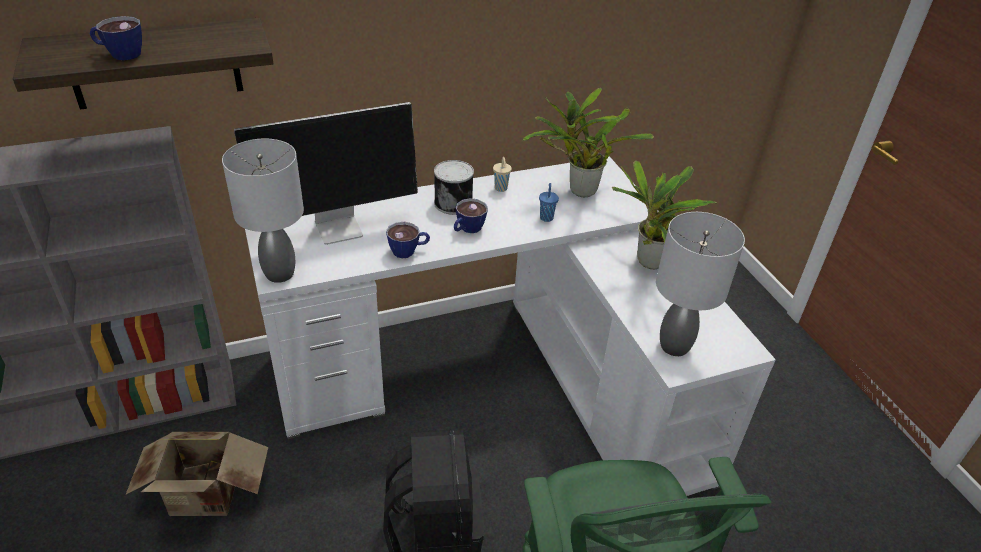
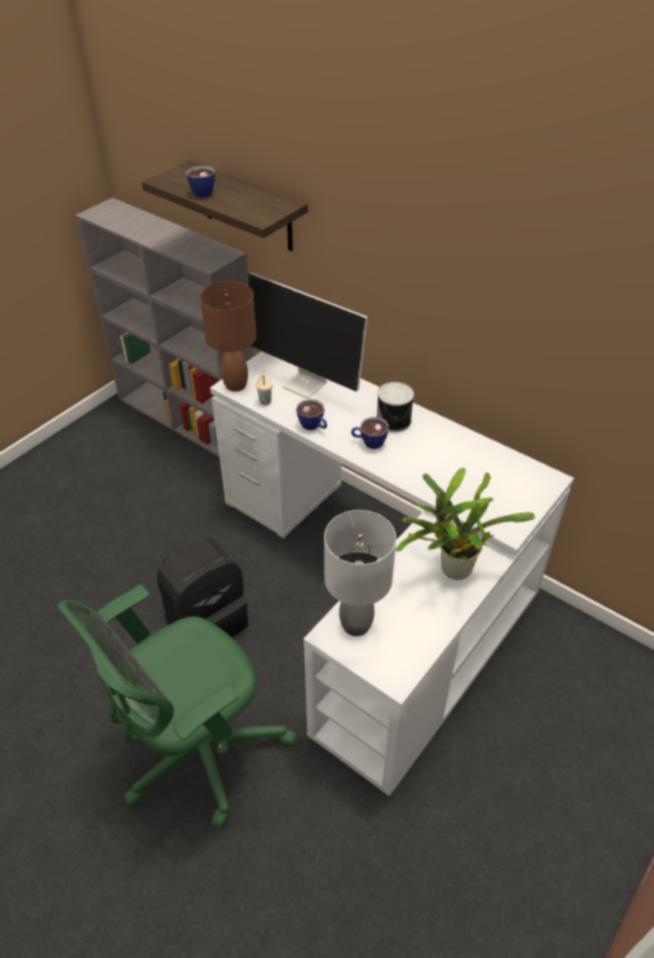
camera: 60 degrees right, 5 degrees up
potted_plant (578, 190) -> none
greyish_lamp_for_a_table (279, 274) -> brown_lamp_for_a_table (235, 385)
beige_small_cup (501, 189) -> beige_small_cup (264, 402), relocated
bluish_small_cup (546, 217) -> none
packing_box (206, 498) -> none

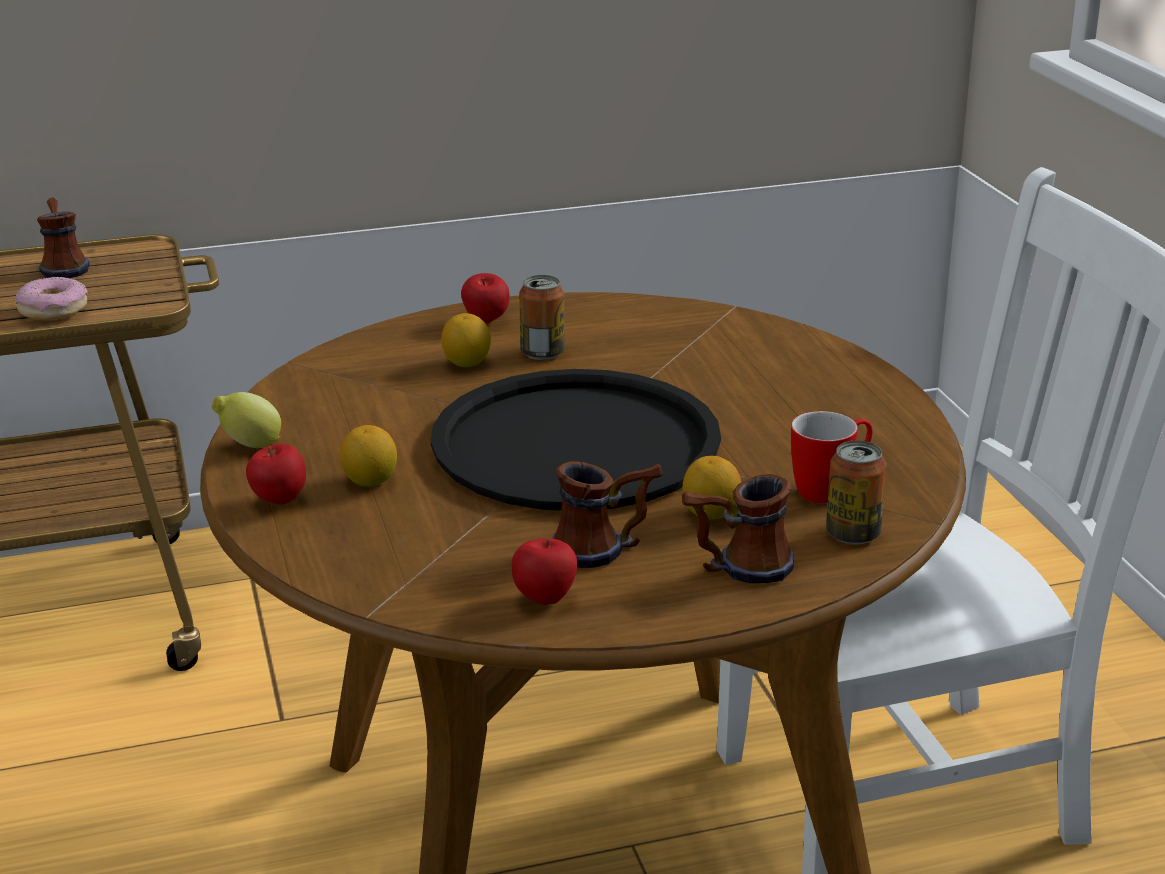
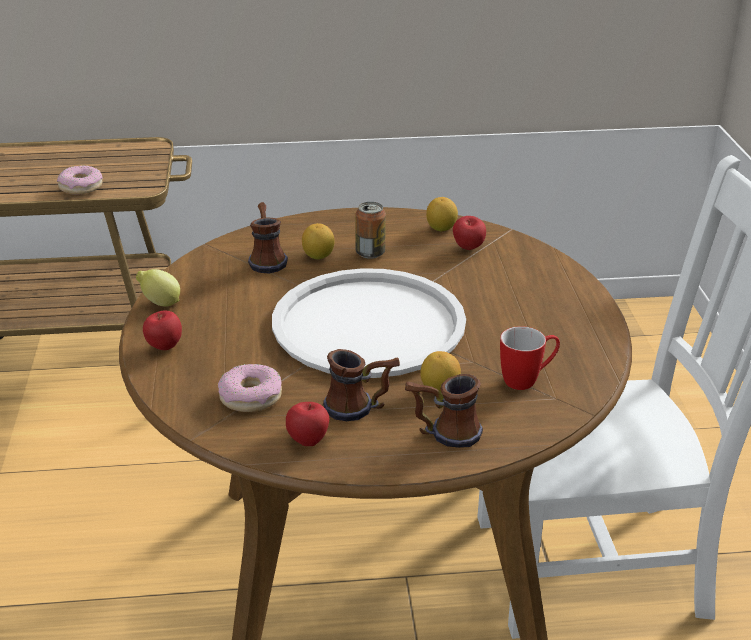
camera: 10 degrees right, 5 degrees up
coffee_mug (64, 266) -> coffee_mug (267, 259), relocated
whole_apple (486, 322) -> whole_apple (468, 249), relocated
black_tray (576, 443) -> white-coloured_tray (369, 324)
whole_lemon (370, 481) -> whole_lemon (441, 228), relocated
metal_can (853, 534) -> none
none -> doughnut (251, 396)

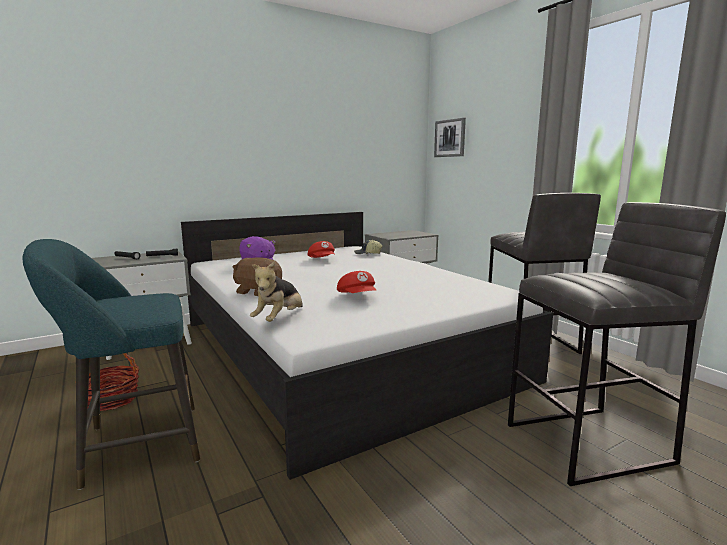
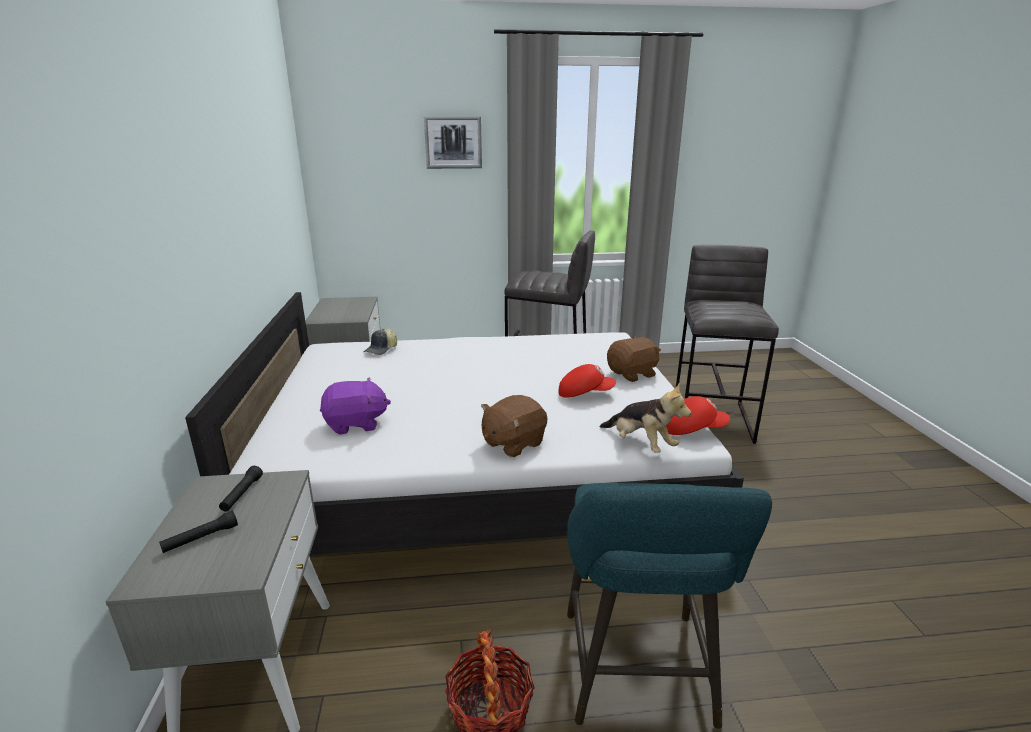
camera: 65 degrees left, 10 degrees up
wall_picture (450, 138) -> wall_picture (453, 142), relocated
reddish_peaked_cap (322, 260) -> reddish_peaked_cap (692, 429), relocated
none -> brown_cuddly_toy (632, 374)

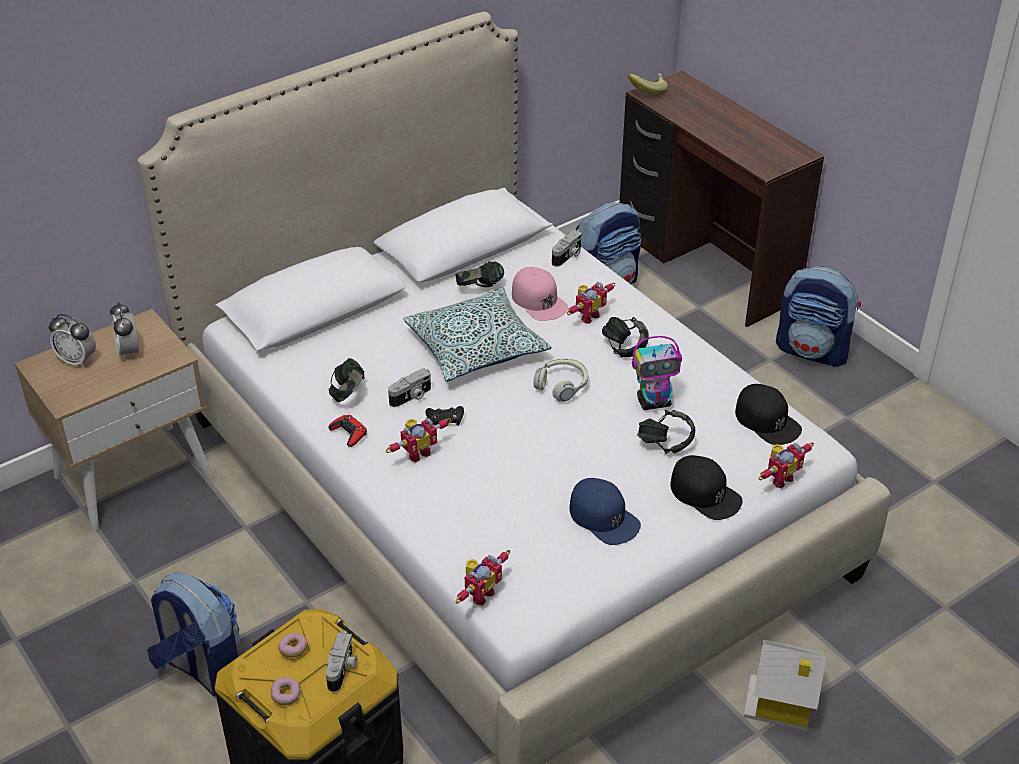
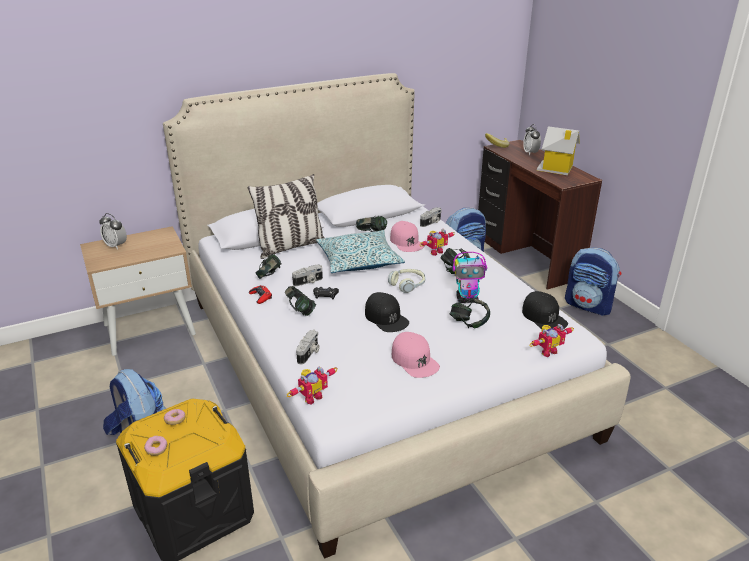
camera: 10 degrees right, 10 degrees down
bedside_clock (129, 351) -> bedside_clock (530, 153), relocated
model_robot (417, 452) -> pair_of_headphones (300, 311)
black_peaked_cap (705, 493) -> black_peaked_cap (386, 317), relocated
bluish_peaked_cap (604, 517) -> pink_peaked_cap (414, 360)
photo_camera (343, 669) -> photo_camera (309, 353), relocated
toy_house (781, 705) -> toy_house (556, 169), relocated
none -> cushion (290, 247)

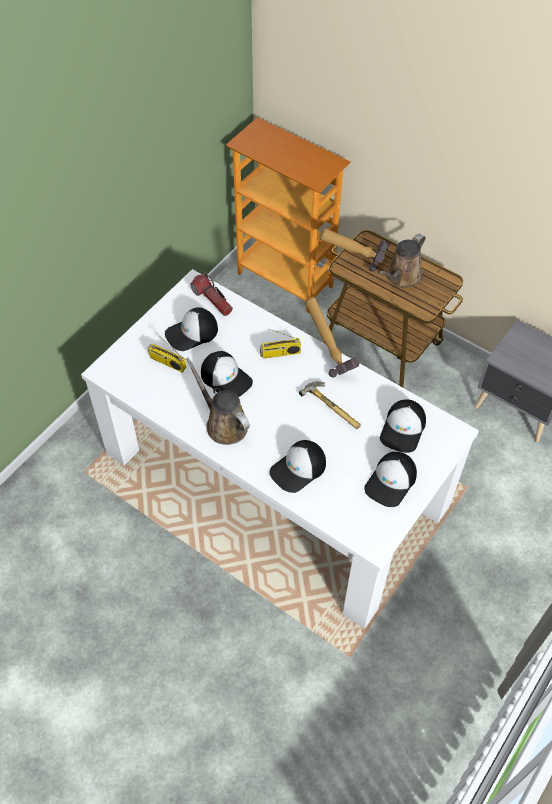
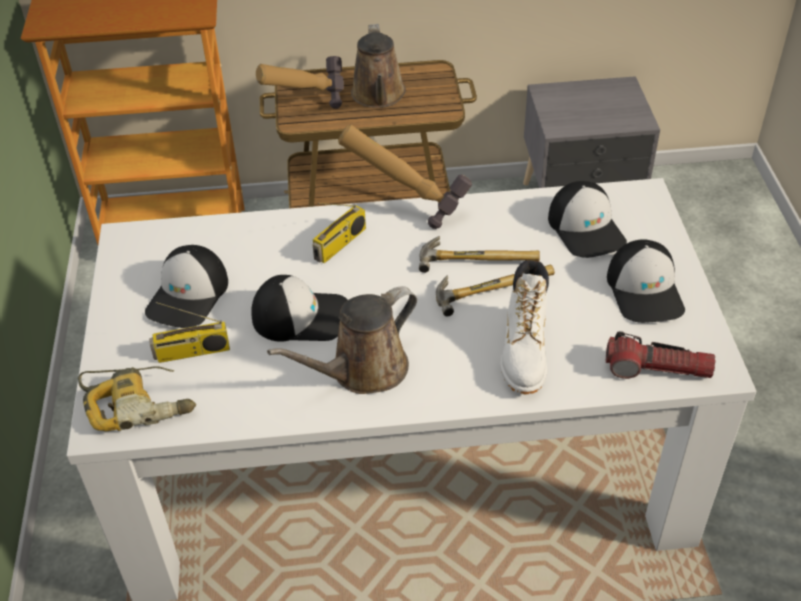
camera: 40 degrees left, 10 degrees down
torch (212, 300) -> torch (657, 369), relocated
brown_watering_pot (223, 423) -> brown_watering_pot (363, 370), 45 degrees counterclockwise
peaked_cap (298, 469) -> white-coloured_tall_boot (524, 354)
none -> tool_hammer (491, 286)
none -> power_drill (139, 403)

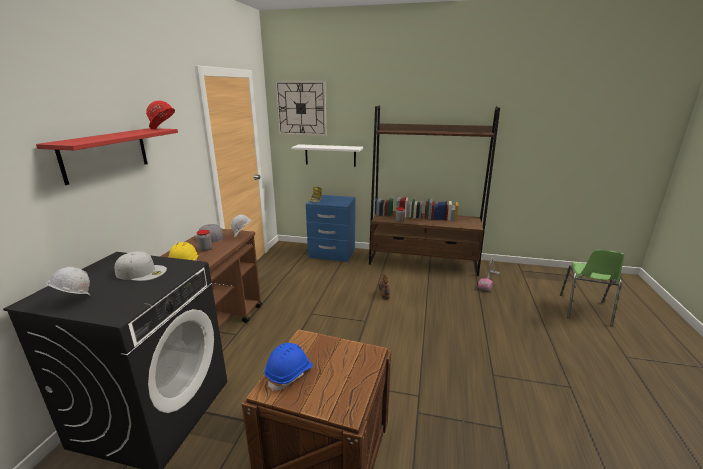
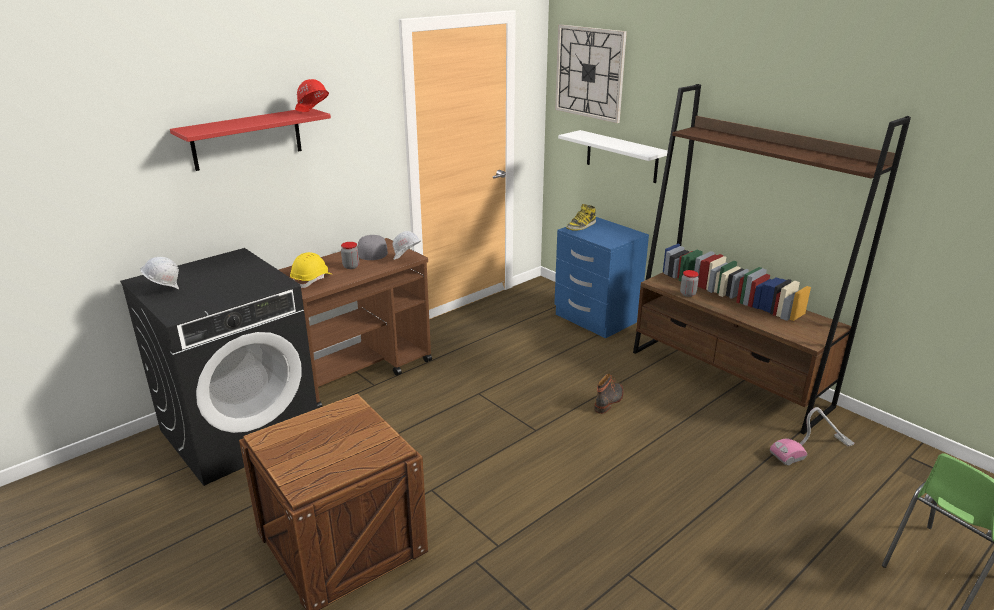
camera: 35 degrees right, 5 degrees up
white-coloured_peaked_cap (142, 272) -> none
bluish_safety_helmet (289, 374) -> none

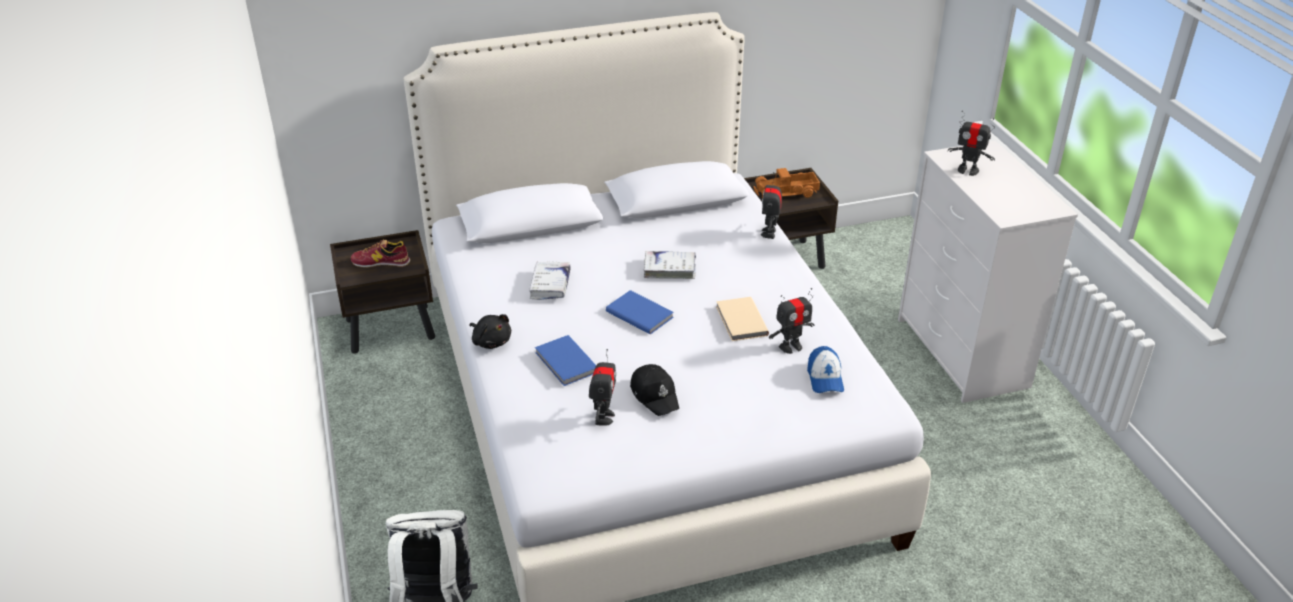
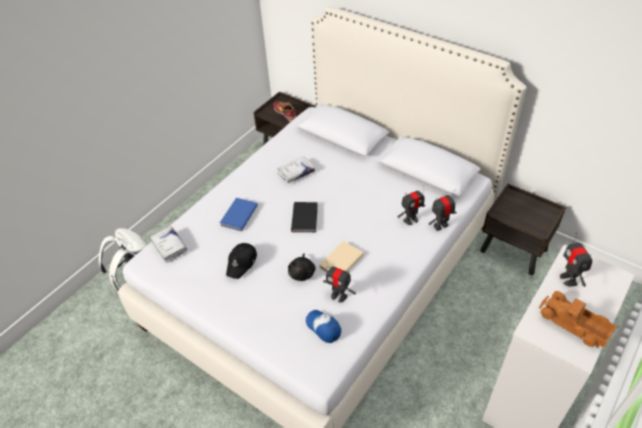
camera: 55 degrees right, 10 degrees up
toy_truck (786, 193) -> toy_truck (573, 324), relocated
white-coloured_volume (670, 269) -> white-coloured_volume (169, 247), relocated
bluish_volume (640, 313) -> black_volume (305, 218)
black_cuddly_toy (491, 341) -> black_cuddly_toy (302, 273), relocated
peaked_cap (825, 378) -> peaked_cap (323, 328), 90 degrees clockwise
model_robot (603, 417) -> model_robot (410, 220), relocated

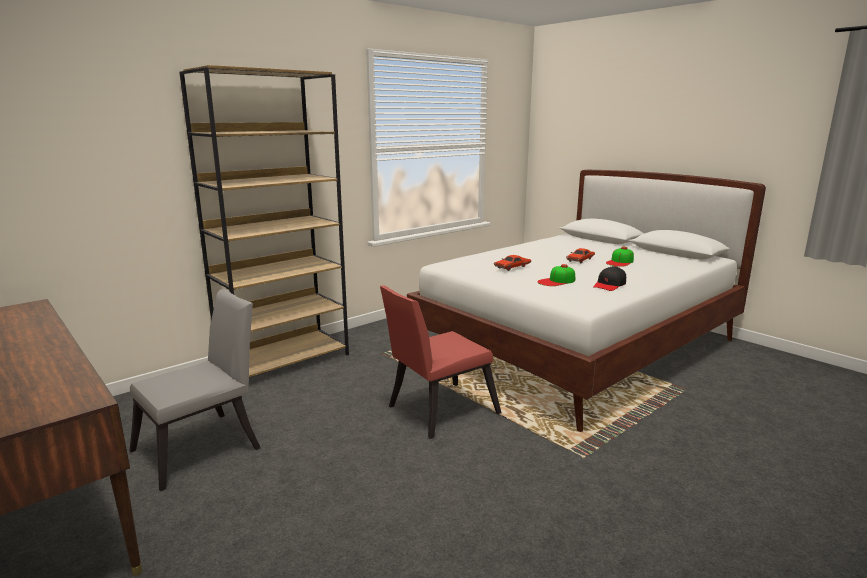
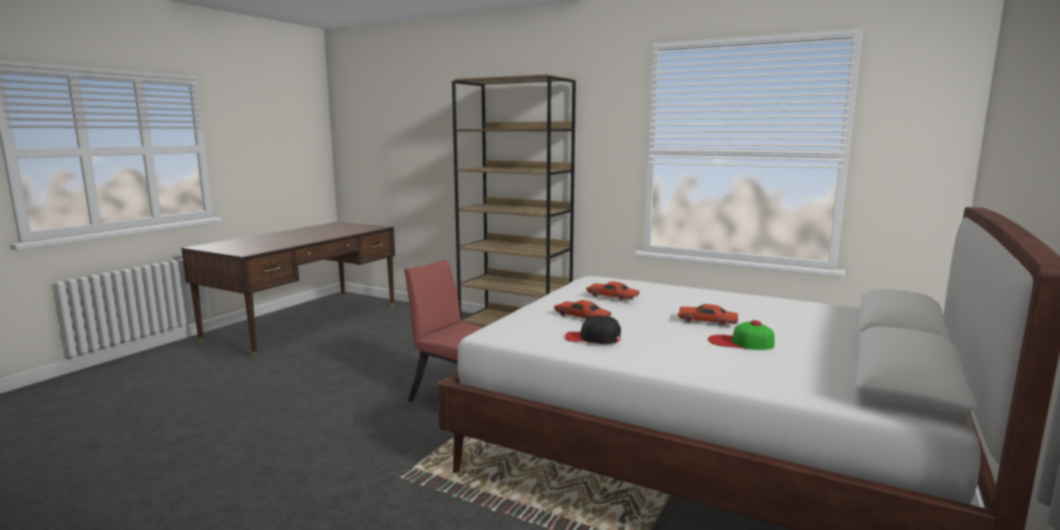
camera: 70 degrees right, 5 degrees down
peaked_cap (556, 281) -> reddish_toy_car (582, 317)
greyish_upright_chair (204, 447) -> none

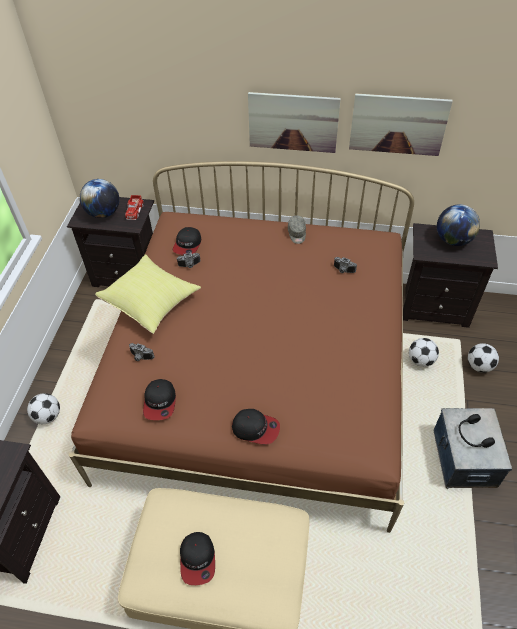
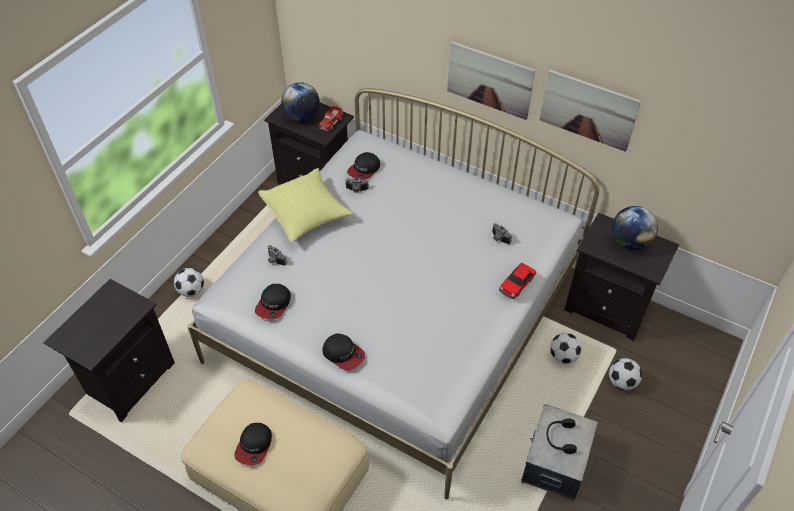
camera: 20 degrees right, 0 degrees up
brown_sleeping_bed (260, 373) -> white-coloured_sleeping_bed (397, 316)
greyish_peaked_cap (297, 234) -> none
none -> toy_car (516, 284)

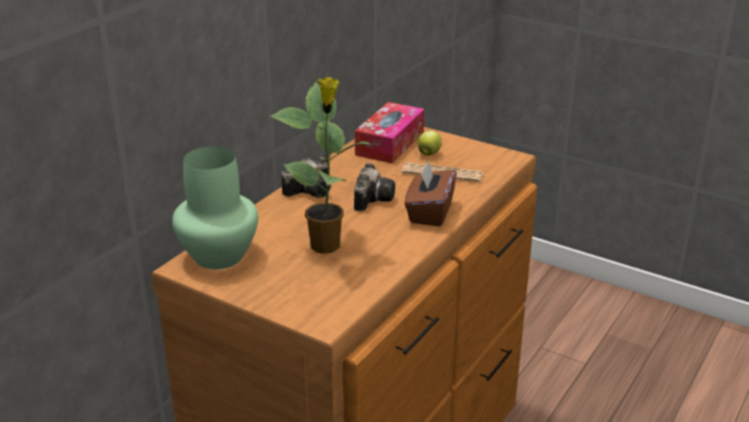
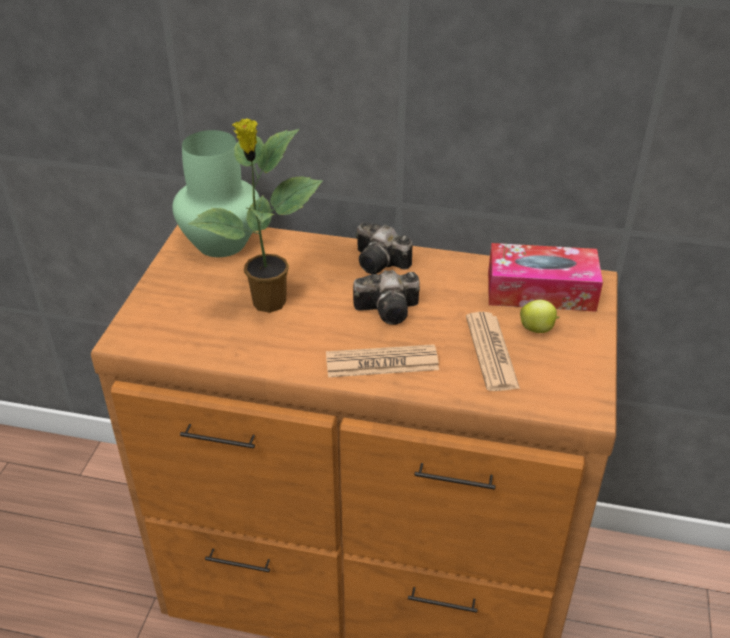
camera: 70 degrees right, 10 degrees up
brown_tissue_box (429, 212) -> printed_paper (382, 362)

